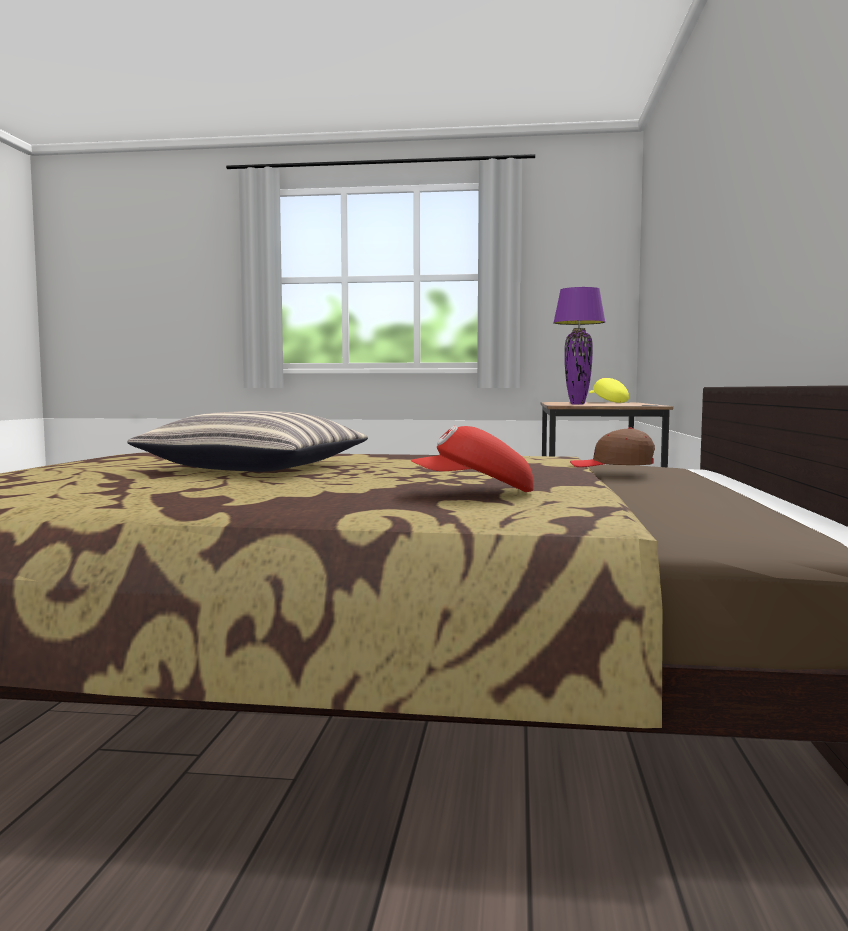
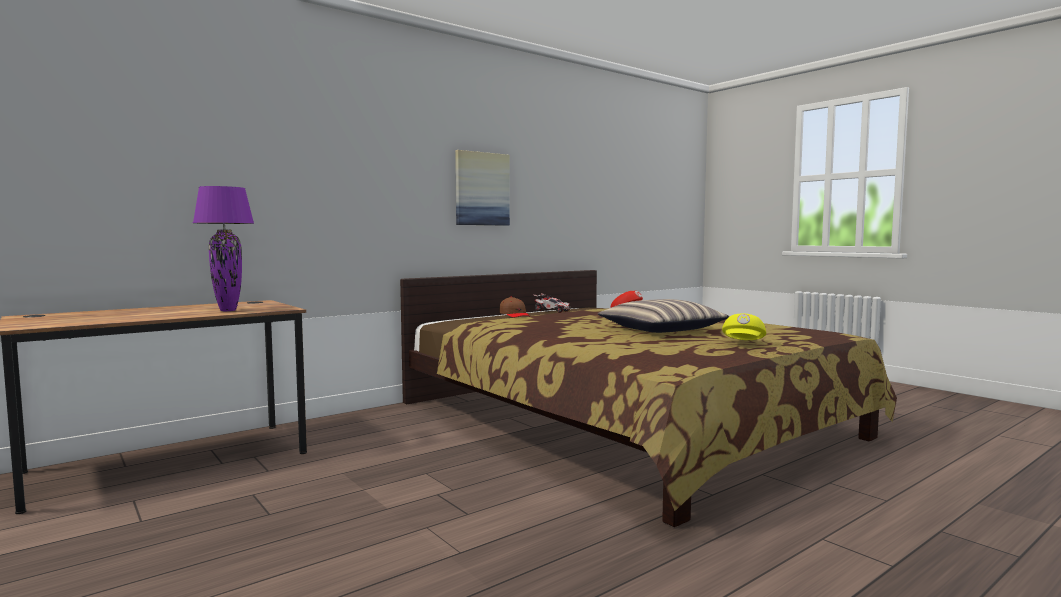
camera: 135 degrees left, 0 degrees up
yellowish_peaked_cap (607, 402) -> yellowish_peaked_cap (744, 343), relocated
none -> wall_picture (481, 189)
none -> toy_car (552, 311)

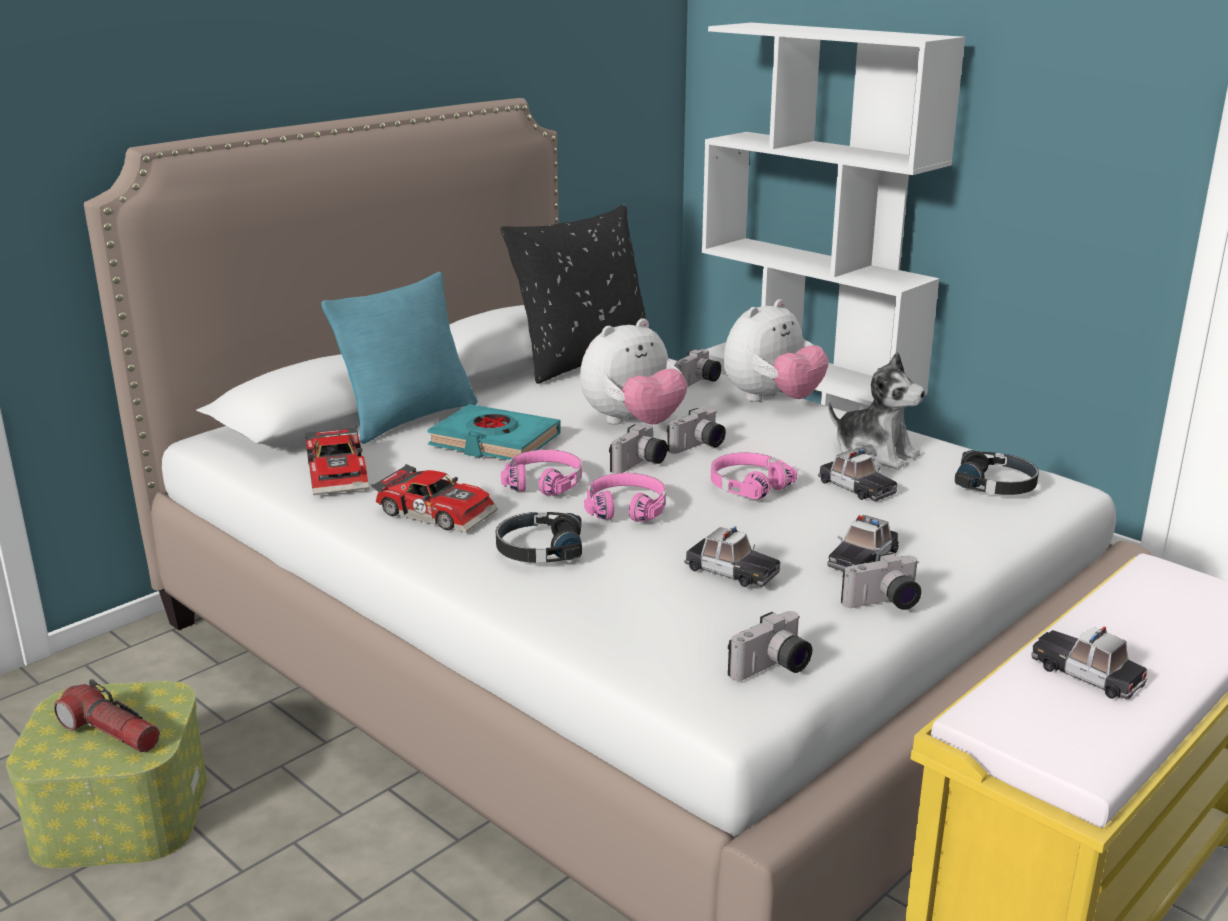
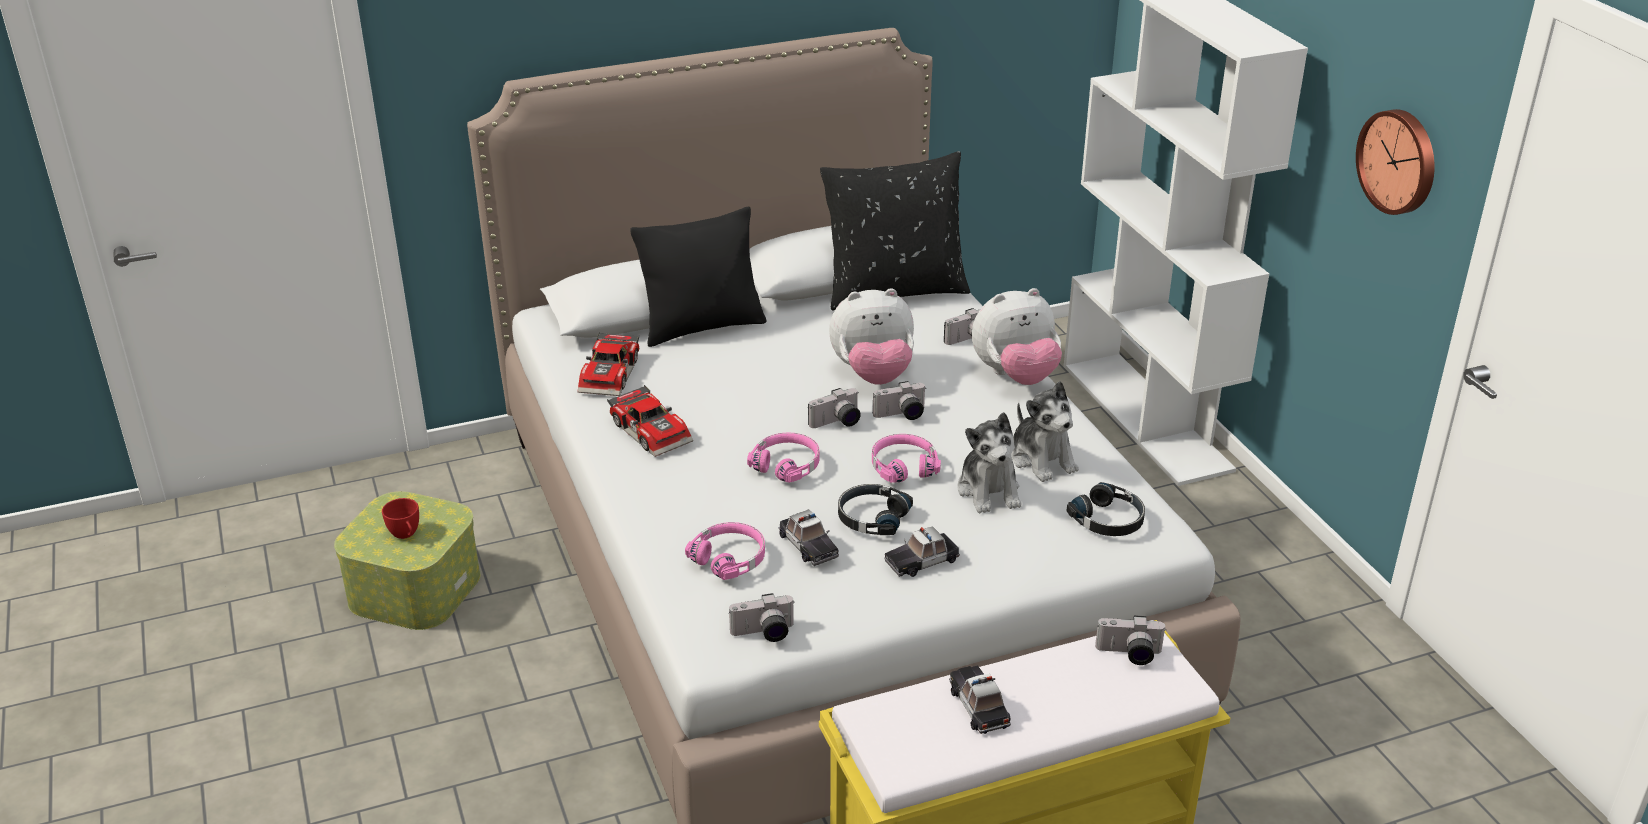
camera: 25 degrees right, 10 degrees up
blue-green_cushion (409, 418) -> black_cushion (702, 327)
blue-green_volume (494, 441) -> none
toy_car (856, 487) -> cuddly_toy (989, 490)
pink_pair_of_headphones (544, 482) -> pink_pair_of_headphones (730, 558), relocated
black_pair_of_headphones (539, 550) -> black_pair_of_headphones (872, 518), relocated
photo_camera (884, 604) -> photo_camera (1129, 654), relocated
torch (111, 733) -> reddish_small_cup (406, 535)
none -> wall_clock (1399, 161)

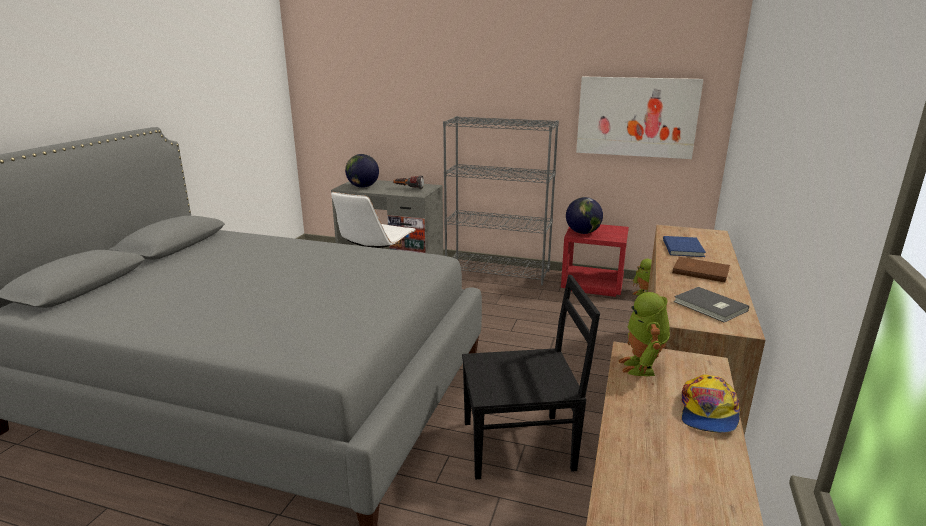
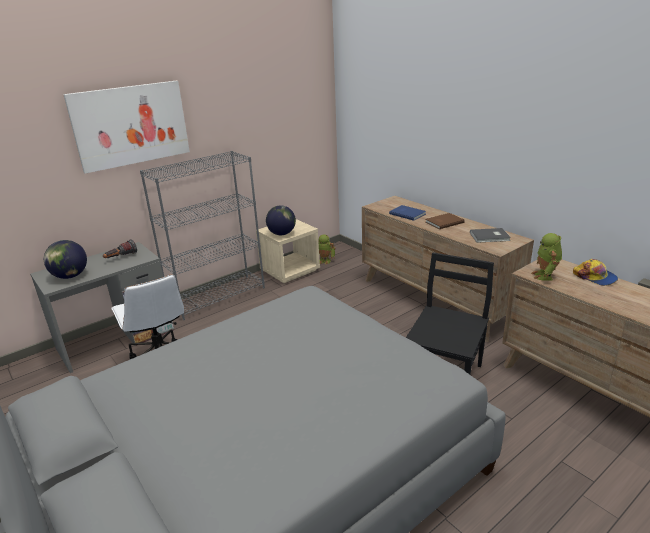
camera: 55 degrees left, 5 degrees up
wall_picture (636, 117) -> wall_picture (131, 125), relocated
reddish_nightstand (592, 285) -> beige_nightstand (290, 271)
model_robot (642, 367) -> model_robot (545, 276), 60 degrees clockwise

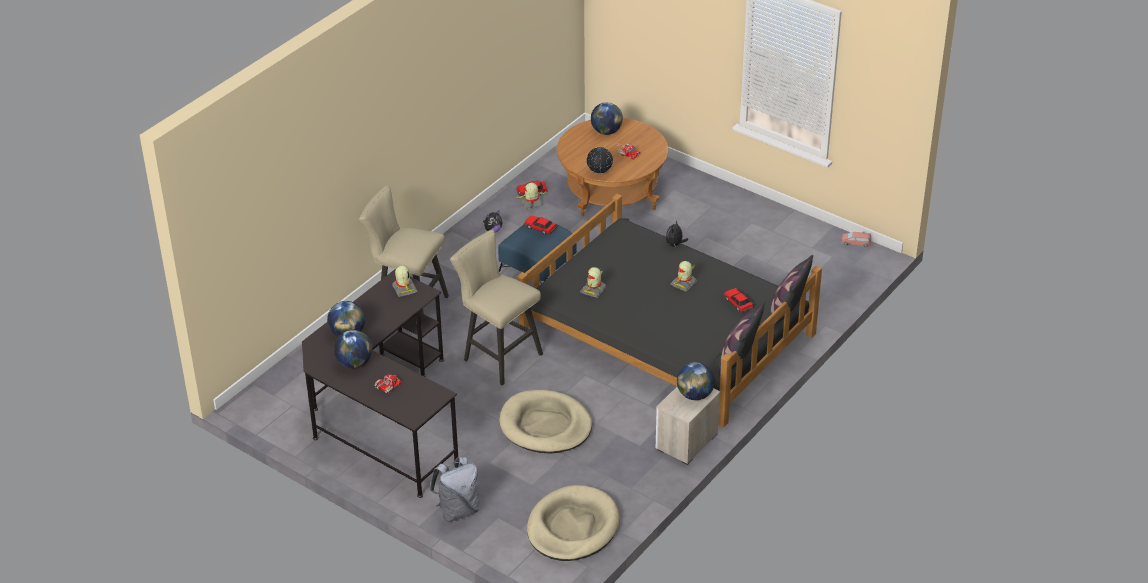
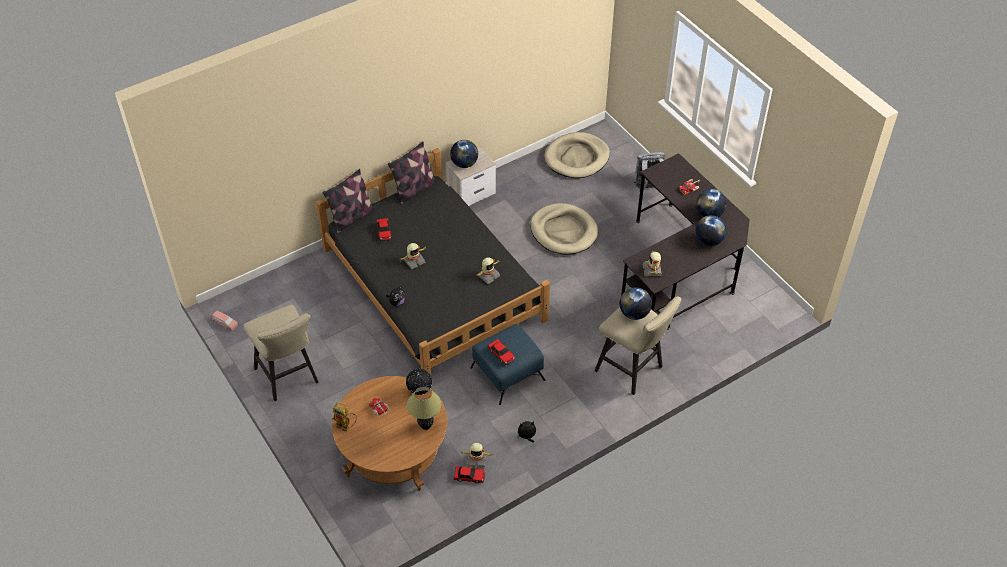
camera: 160 degrees left, 10 degrees up
world_globe (606, 131) -> world_globe (634, 313), relocated
beige_stool_seat (498, 356) -> beige_stool_seat (289, 378), relocated
none -> lamp_for_a_table (425, 426)
none -> model_robot (346, 426)

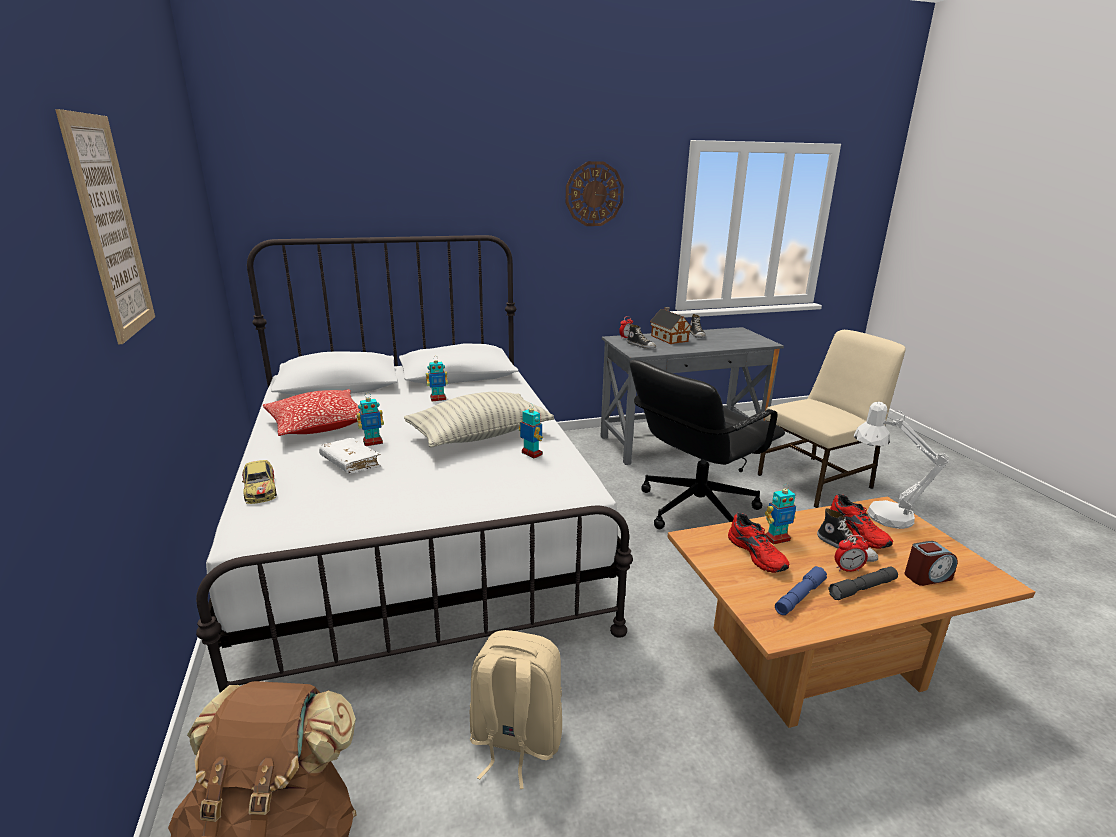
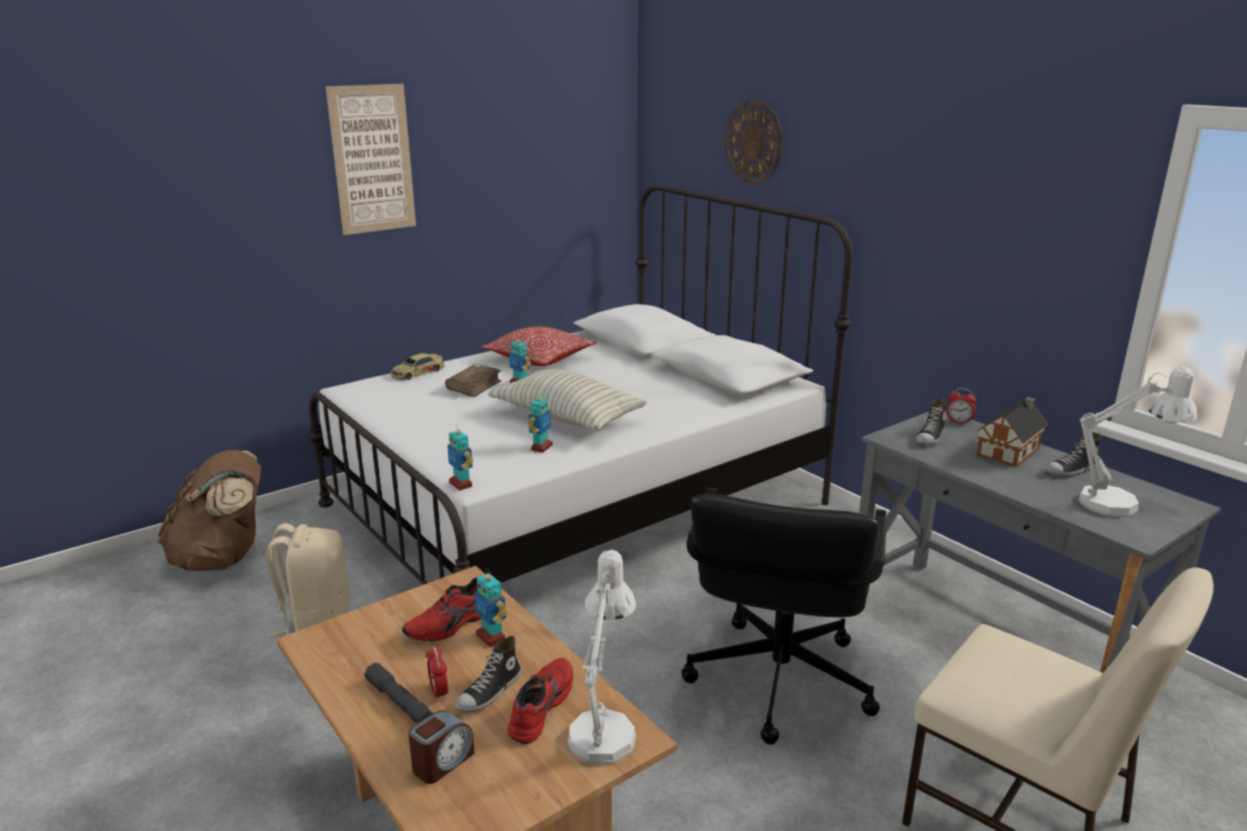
camera: 70 degrees right, 0 degrees up
wall_clock (594, 194) -> wall_clock (754, 142), relocated
model_robot (438, 399) -> model_robot (461, 484), relocated
black_computer_chair (695, 508) -> black_computer_chair (777, 680), 105 degrees counterclockwise
white-coloured_volume (350, 463) -> brown_volume (474, 387)
reddish_low_shoe (859, 532) -> reddish_low_shoe (538, 706), 150 degrees clockwise
bedside_clock (927, 577) -> bedside_clock (442, 762), 105 degrees counterclockwise
bluish_torch (799, 597) -> none
none -> white-coloured_lamp_for_a_table (1120, 504)

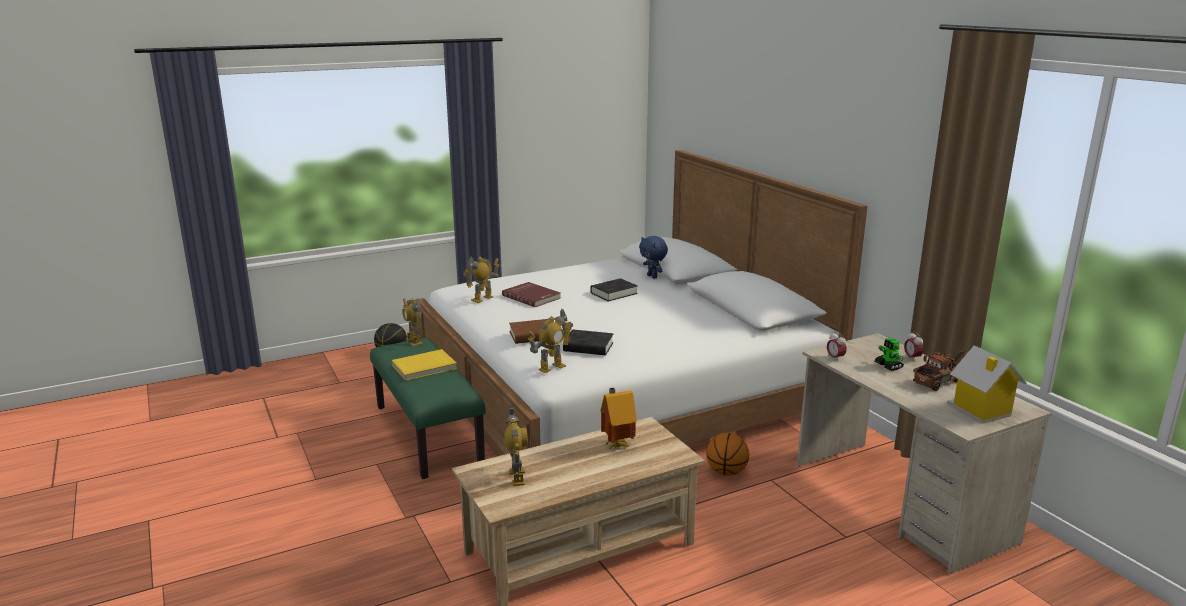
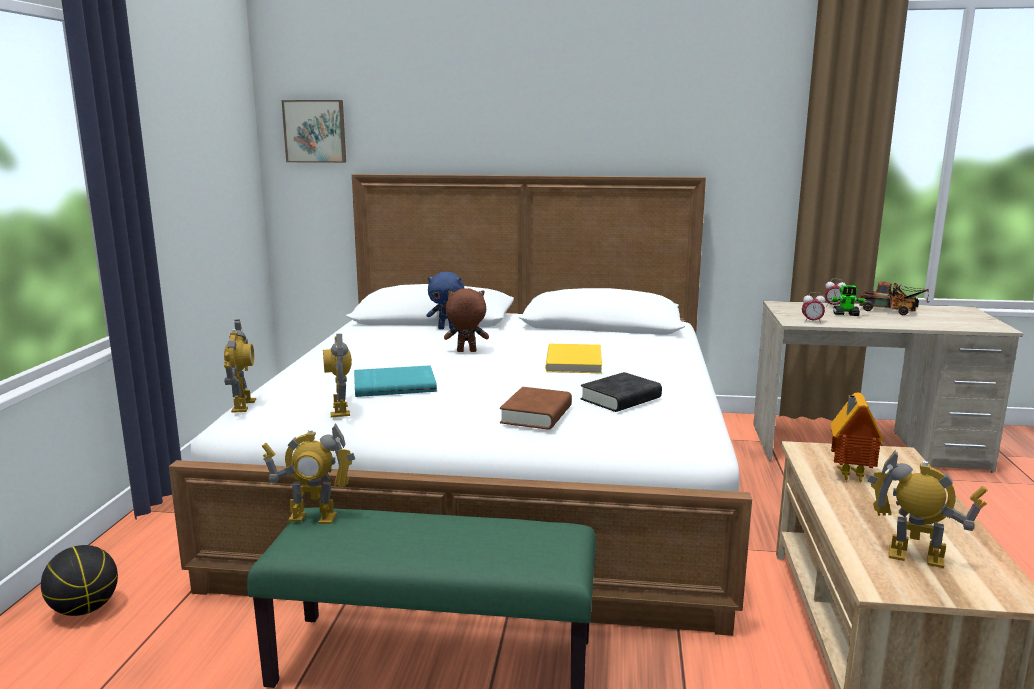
camera: 55 degrees left, 5 degrees down
black_volume (613, 293) -> brown_cuddly_toy (466, 351)
reddish_volume (532, 296) -> blue-green_volume (394, 384)
model_robot (551, 367) -> model_robot (242, 405), relocated
toy_house (980, 411) -> none
yellowish_volume (424, 367) -> yellowish_volume (575, 362), relocated
toy_truck (941, 381) -> toy_truck (892, 311), 120 degrees clockwise
basketball_ball (726, 472) -> none
none -> wall_picture (315, 131)

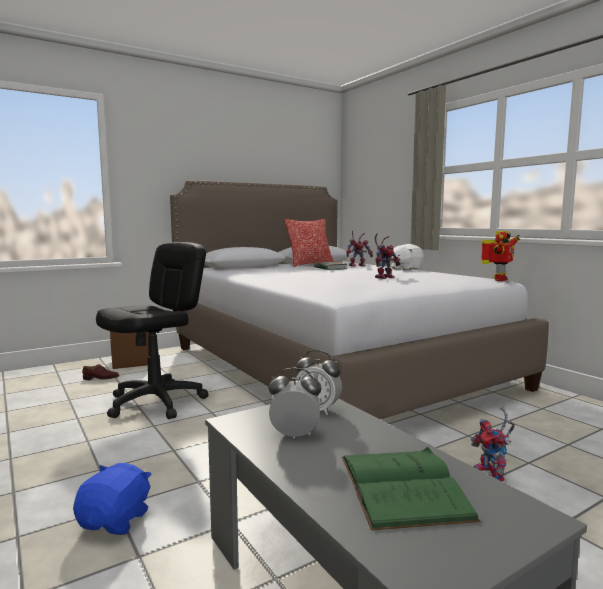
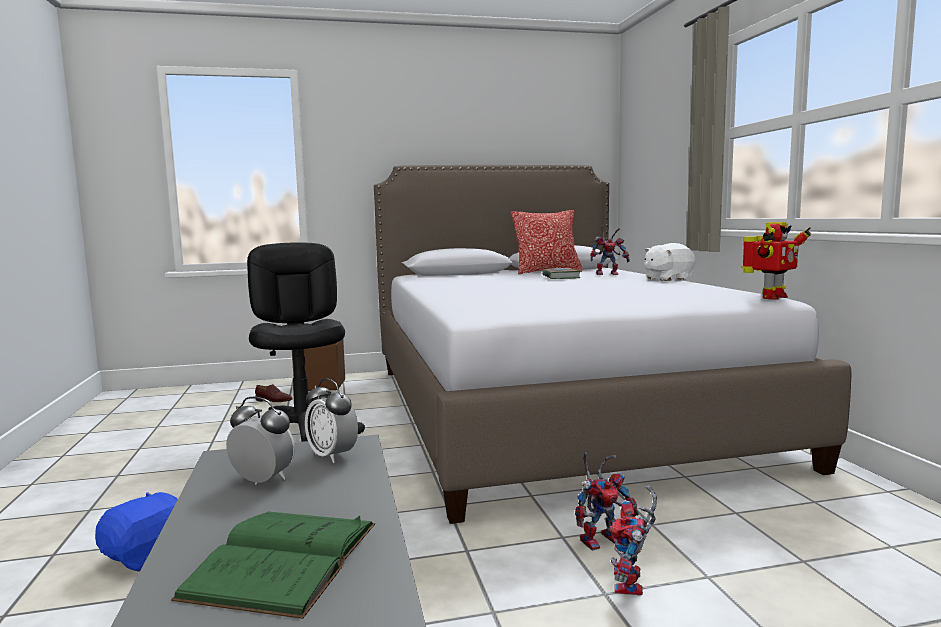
camera: 20 degrees right, 0 degrees up
model_robot (384, 277) -> model_robot (601, 538), relocated
black_computer_chair (156, 402) -> black_computer_chair (304, 433), 75 degrees counterclockwise

